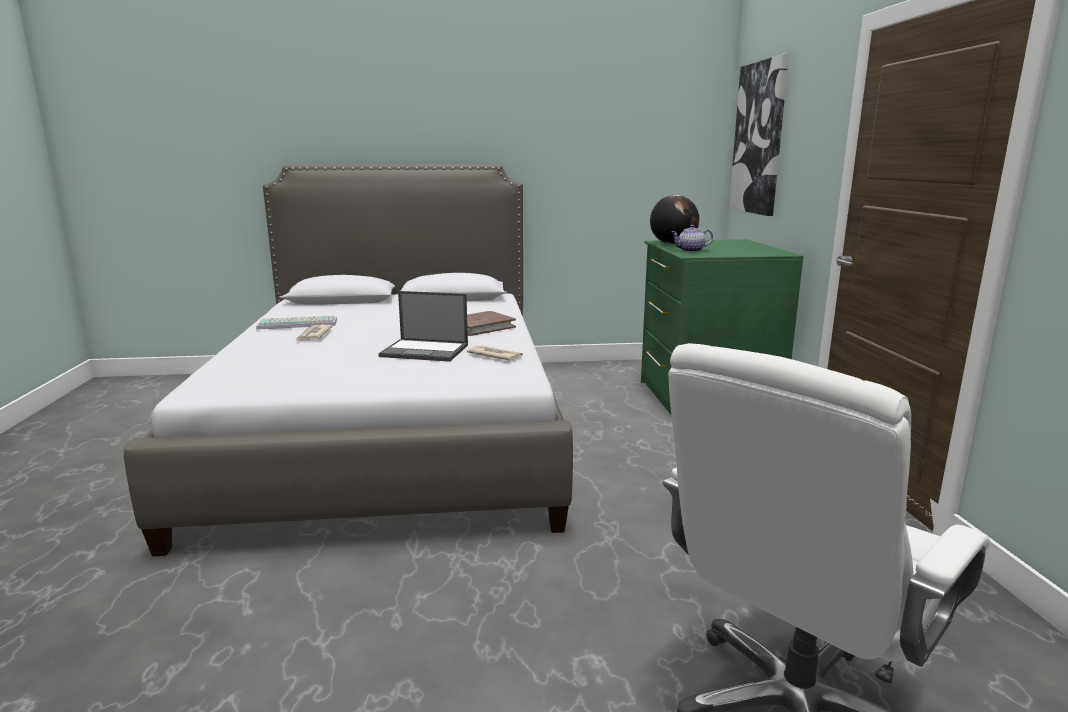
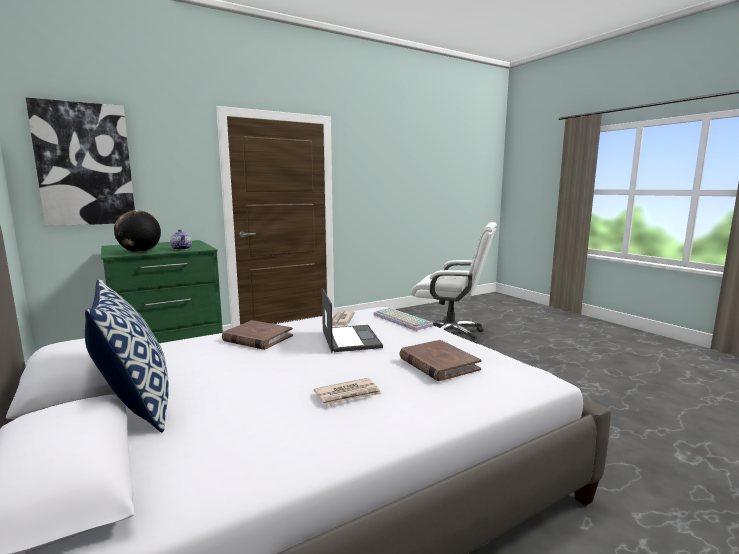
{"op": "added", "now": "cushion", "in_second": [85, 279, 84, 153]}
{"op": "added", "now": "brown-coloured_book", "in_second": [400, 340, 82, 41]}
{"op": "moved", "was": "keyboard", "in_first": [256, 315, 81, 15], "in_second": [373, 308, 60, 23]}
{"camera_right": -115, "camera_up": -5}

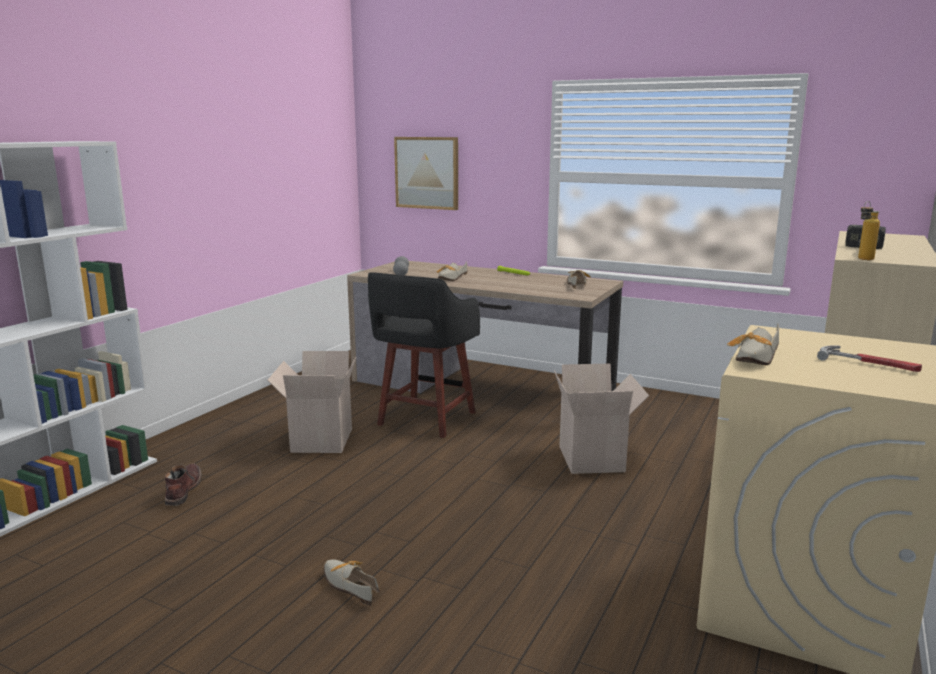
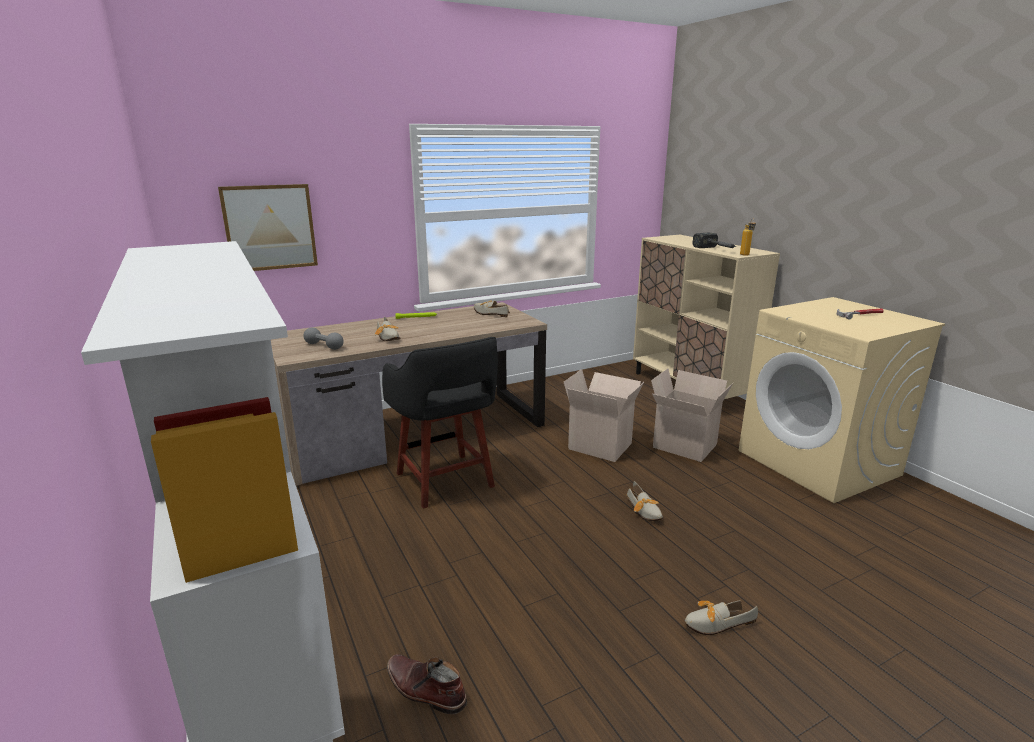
{"op": "moved", "was": "carton", "in_first": [267, 351, 89, 102], "in_second": [651, 369, 82, 93]}
{"op": "moved", "was": "item_of_footwear", "in_first": [727, 323, 52, 42], "in_second": [626, 481, 37, 40]}
{"camera_right": -55, "camera_up": 5}

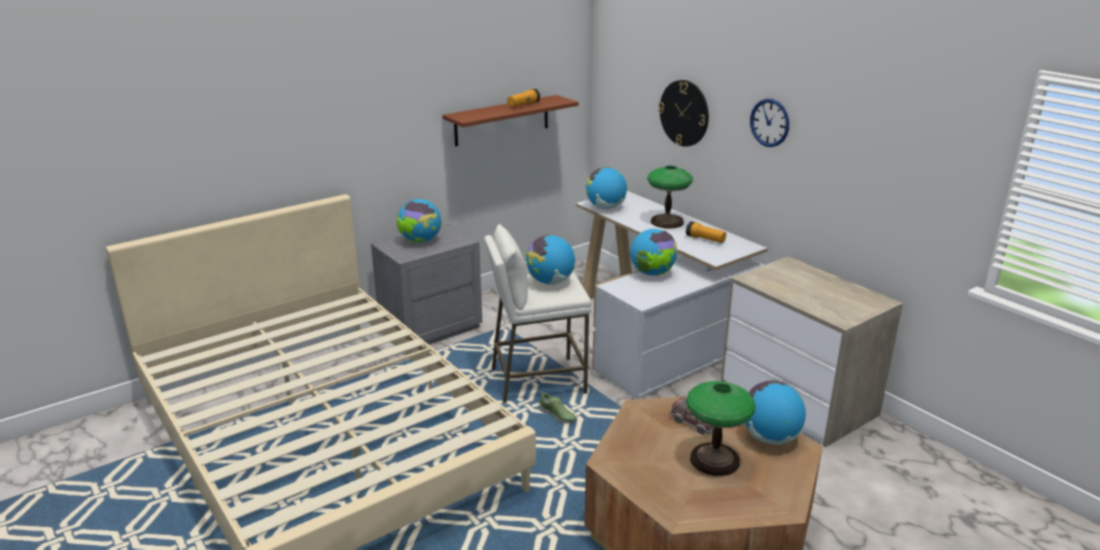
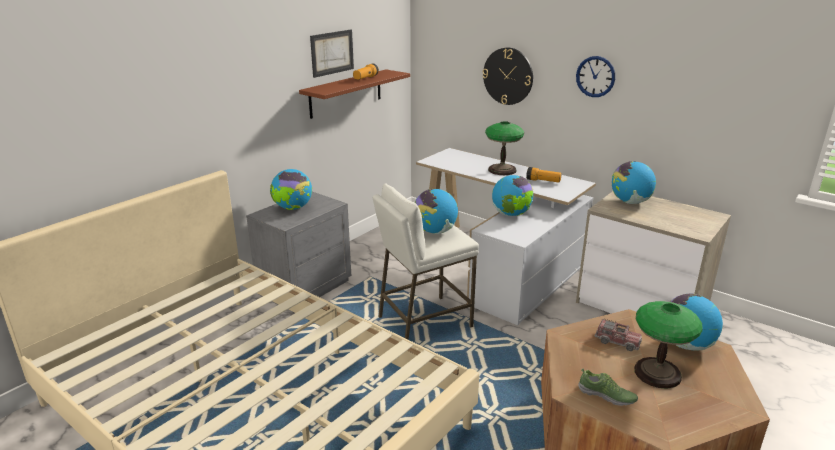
{"op": "added", "now": "wall_art", "in_second": [310, 29, 44, 49]}
{"op": "moved", "was": "item_of_footwear", "in_first": [539, 391, 38, 32], "in_second": [578, 369, 60, 37]}
{"op": "moved", "was": "desk_globe", "in_first": [585, 167, 42, 42], "in_second": [612, 161, 44, 43]}
{"camera_right": -15, "camera_up": 0}

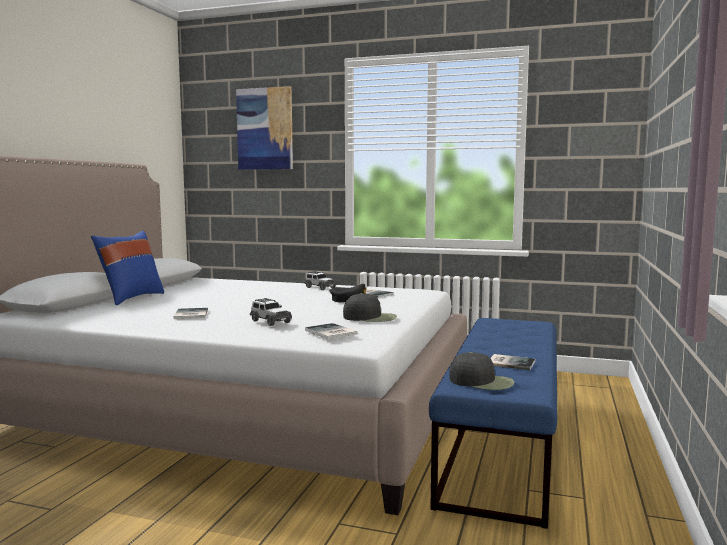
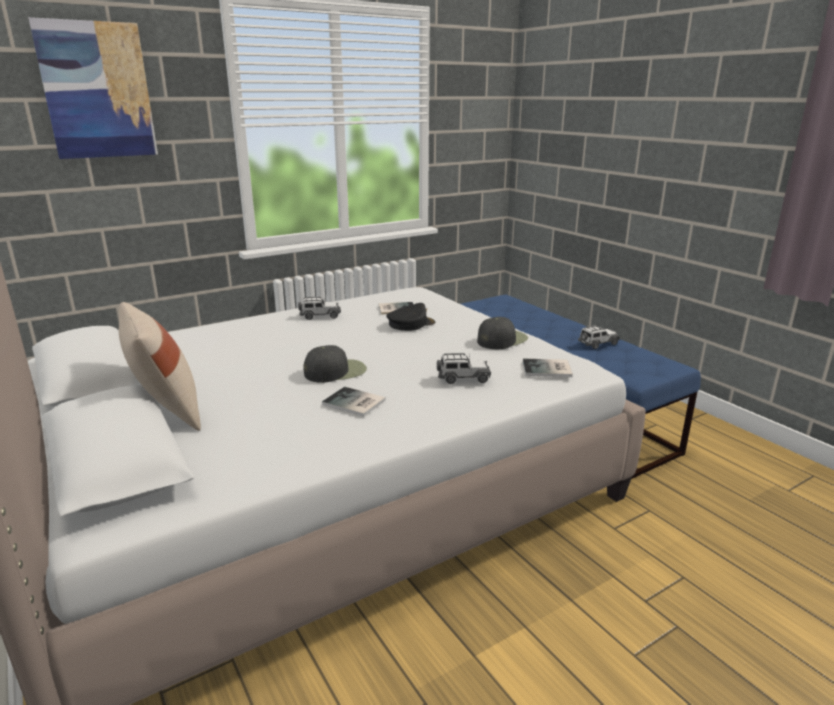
{"op": "moved", "was": "black_cap", "in_first": [449, 352, 66, 38], "in_second": [303, 345, 64, 38]}
{"op": "replaced", "was": "book", "now": "toy_car", "in_first": [491, 354, 44, 16], "in_second": [578, 325, 42, 24]}
{"op": "recoloured", "was": "blue_cushion", "now": "beige_cushion", "in_first": [91, 231, 73, 74], "in_second": [118, 302, 83, 129]}
{"camera_right": -50, "camera_up": 15}

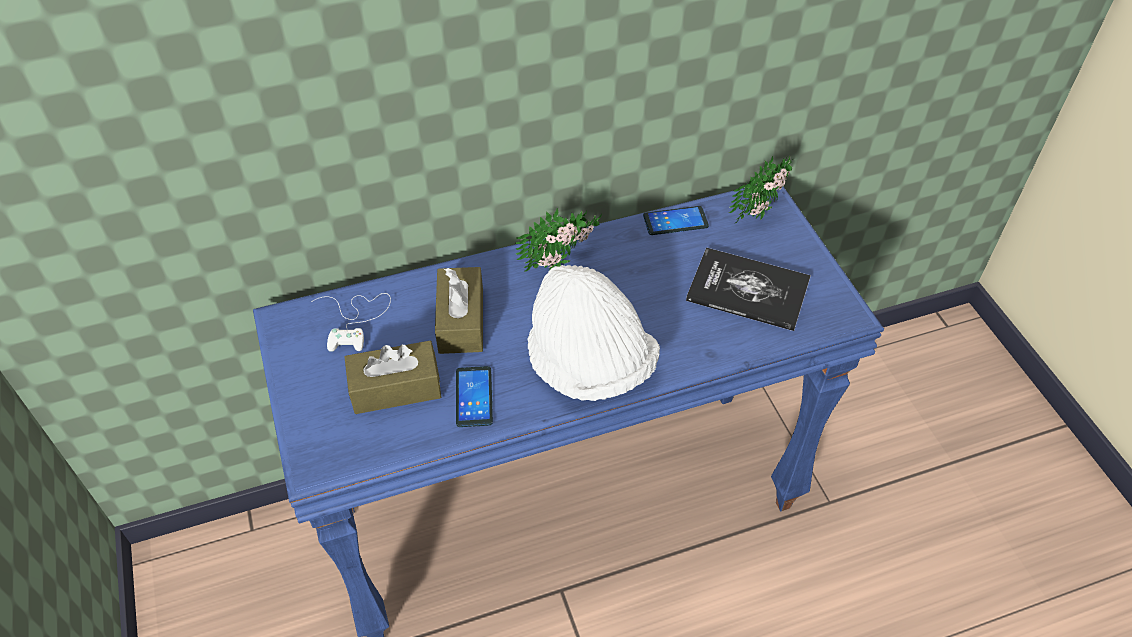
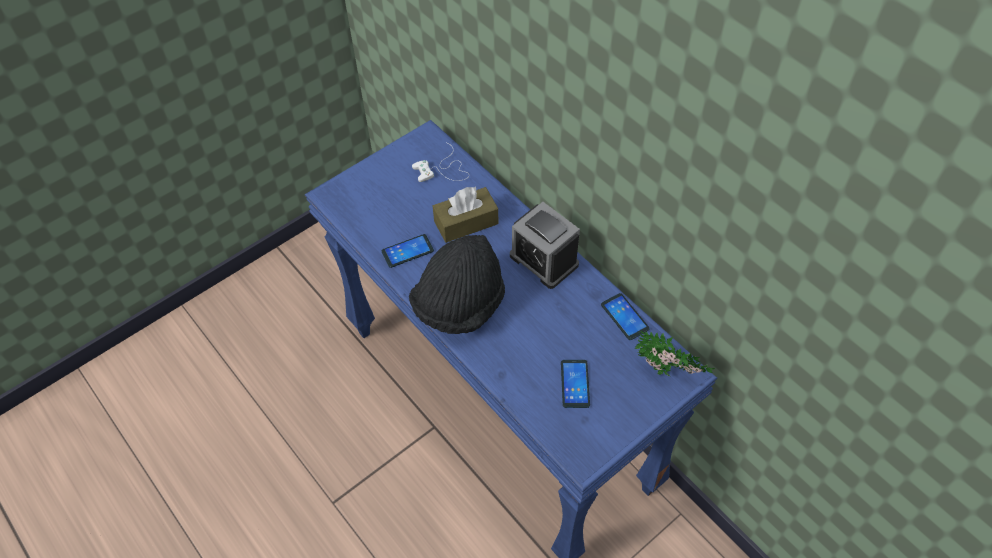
{"op": "removed", "was": "brown-coloured_box_of_tissues", "in_first": [344, 341, 97, 73]}
{"op": "replaced", "was": "potted_plant", "now": "alarm_clock", "in_first": [516, 208, 86, 64], "in_second": [510, 202, 70, 87]}
{"op": "replaced", "was": "book", "now": "phone", "in_first": [686, 247, 125, 84], "in_second": [561, 360, 29, 48]}
{"op": "recoloured", "was": "white-coloured_wearable_hat", "now": "black_wearable_hat", "in_first": [527, 265, 133, 136], "in_second": [409, 235, 96, 99]}
{"camera_right": 70, "camera_up": 5}

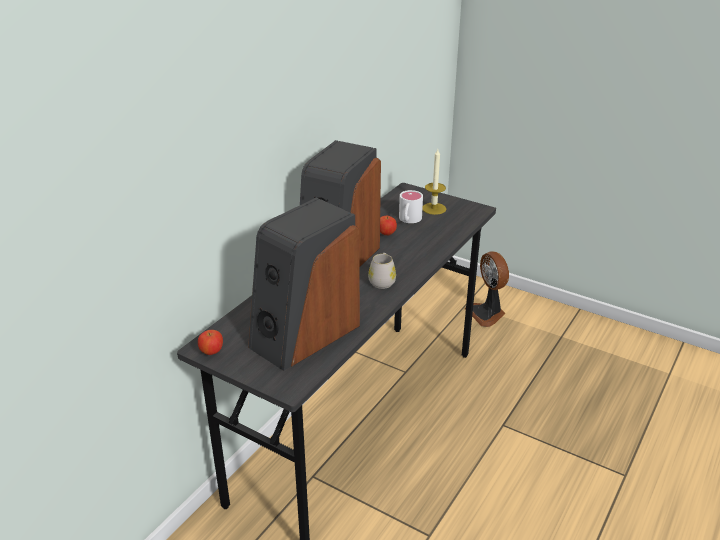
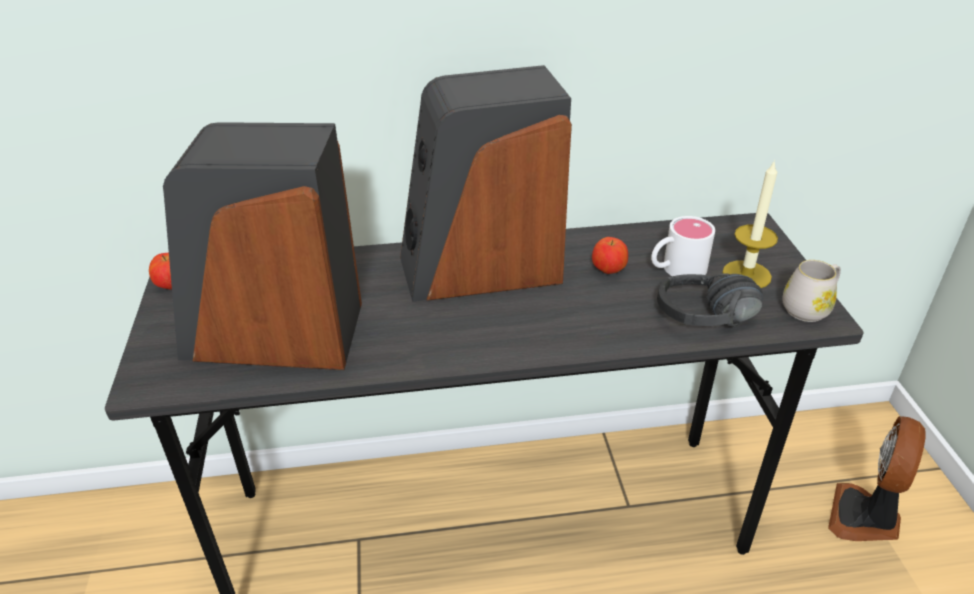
{"op": "added", "now": "black_headset", "in_second": [657, 273, 106, 54]}
{"op": "moved", "was": "white-coloured_tea_mug", "in_first": [368, 253, 28, 36], "in_second": [782, 260, 59, 62]}
{"camera_right": 50, "camera_up": 5}

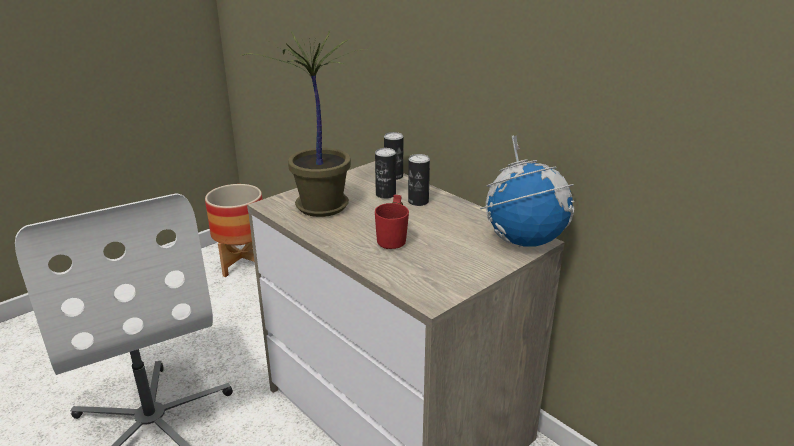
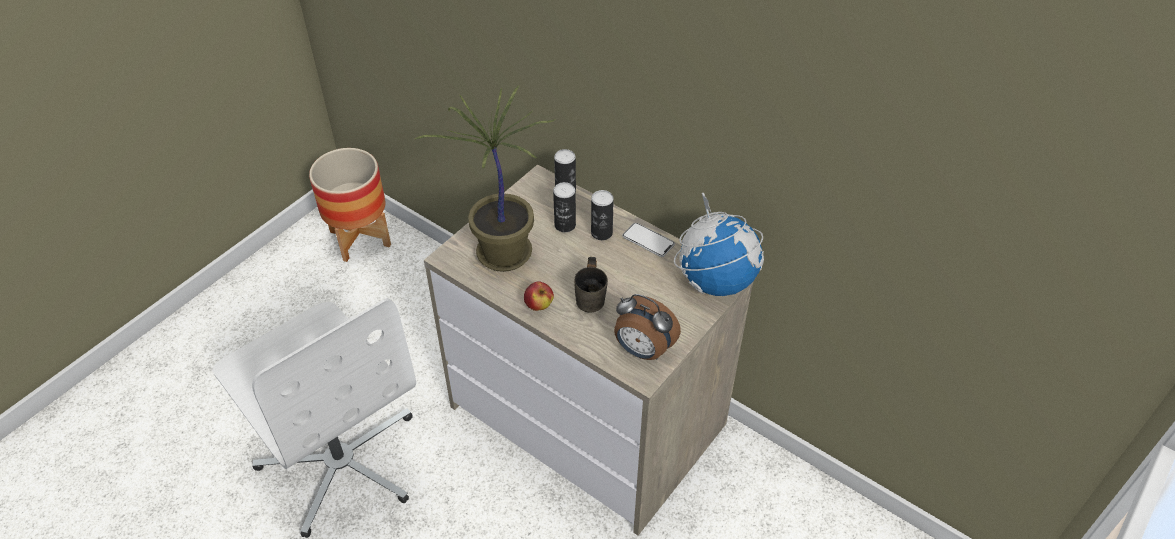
{"op": "added", "now": "whole_apple", "in_second": [524, 281, 30, 30]}
{"op": "added", "now": "alarm_clock", "in_second": [614, 294, 67, 66]}
{"op": "added", "now": "phone", "in_second": [622, 223, 53, 34]}
{"op": "recoloured", "was": "reddish_tea_mug", "now": "gray_tea_mug", "in_first": [375, 195, 34, 54], "in_second": [574, 257, 34, 56]}
{"camera_right": -10, "camera_up": 20}

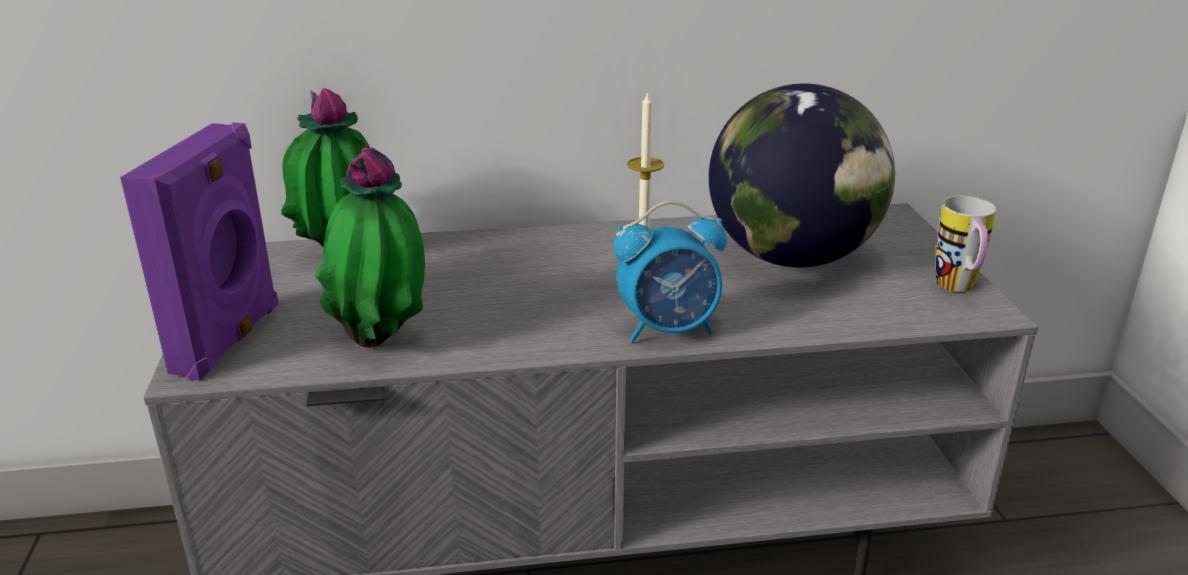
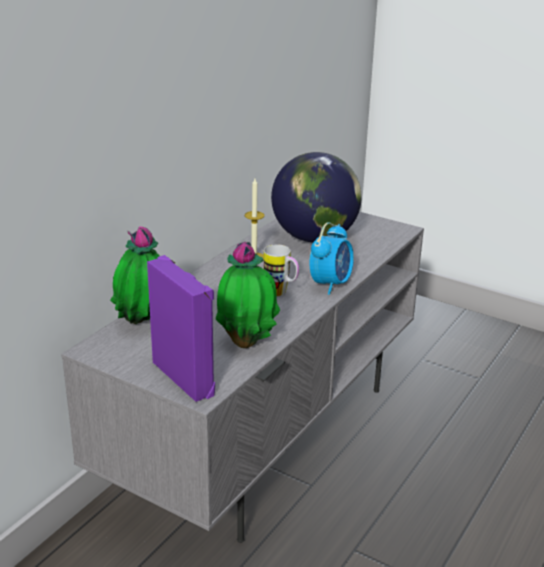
{"op": "moved", "was": "tea_mug", "in_first": [936, 196, 60, 96], "in_second": [264, 244, 35, 52]}
{"camera_right": -50, "camera_up": 0}

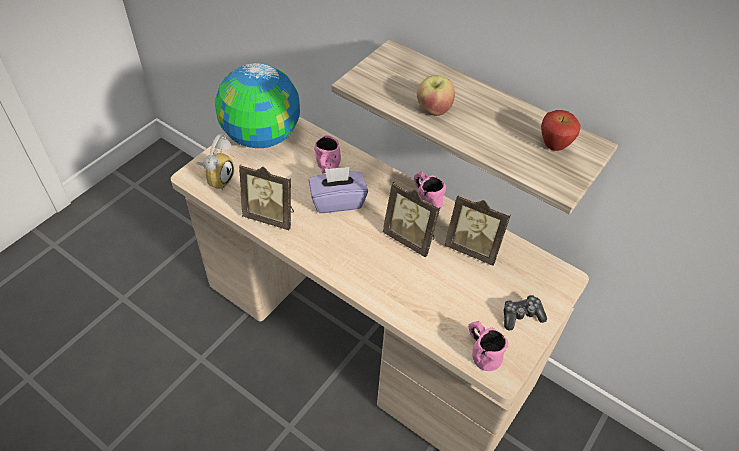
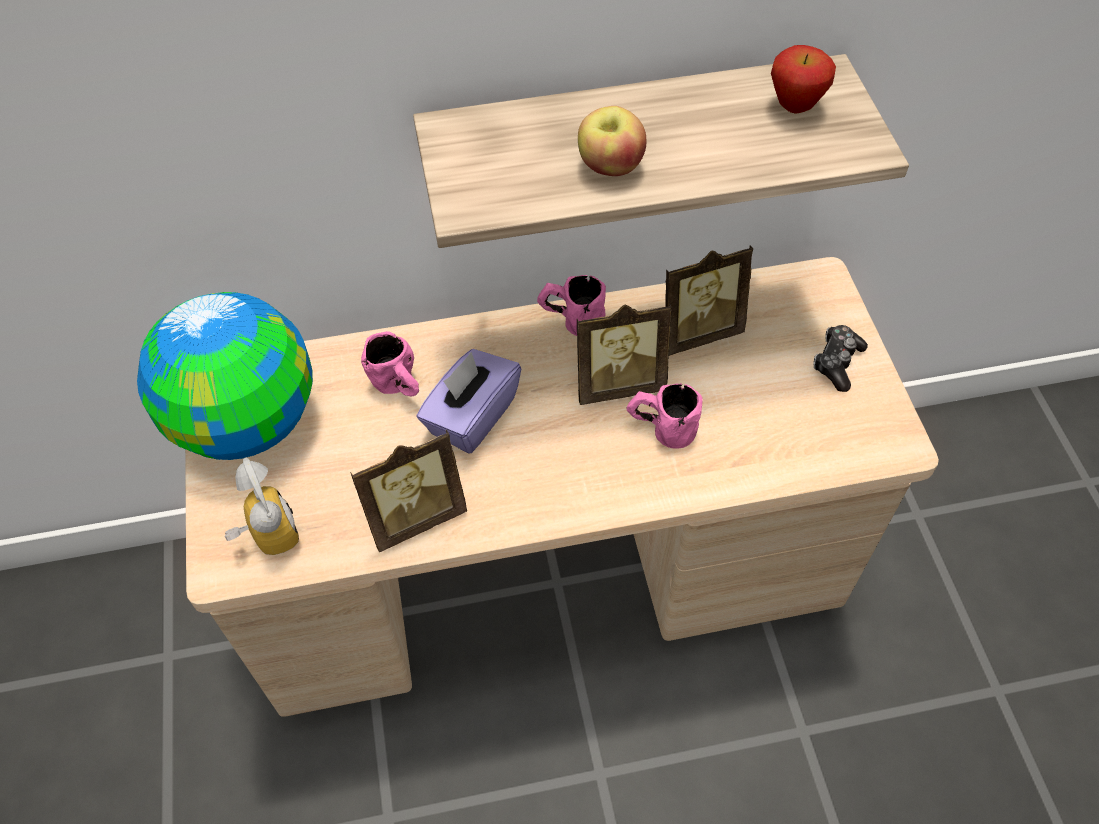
{"op": "moved", "was": "pink-coloured_tea_mug", "in_first": [468, 321, 40, 50], "in_second": [627, 383, 76, 66]}
{"camera_right": -45, "camera_up": 5}

